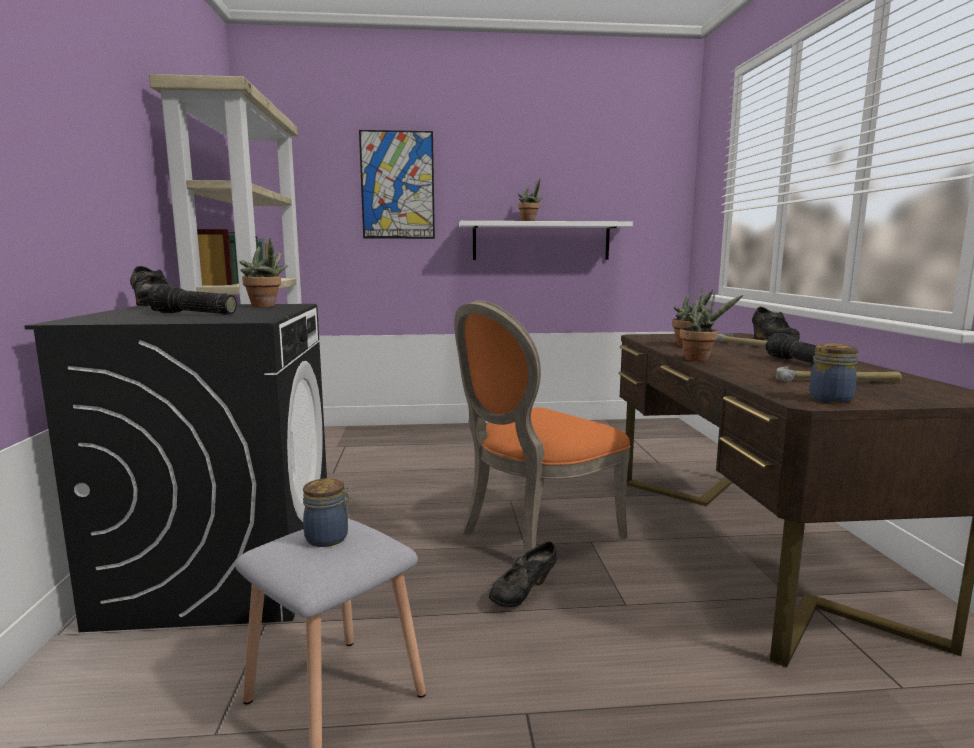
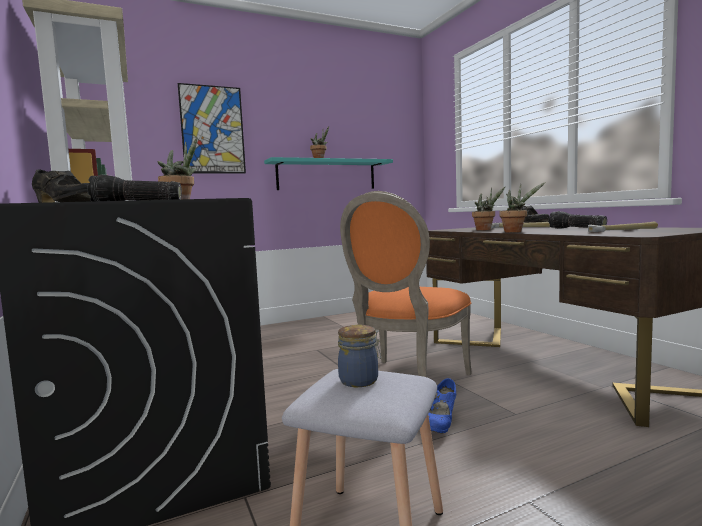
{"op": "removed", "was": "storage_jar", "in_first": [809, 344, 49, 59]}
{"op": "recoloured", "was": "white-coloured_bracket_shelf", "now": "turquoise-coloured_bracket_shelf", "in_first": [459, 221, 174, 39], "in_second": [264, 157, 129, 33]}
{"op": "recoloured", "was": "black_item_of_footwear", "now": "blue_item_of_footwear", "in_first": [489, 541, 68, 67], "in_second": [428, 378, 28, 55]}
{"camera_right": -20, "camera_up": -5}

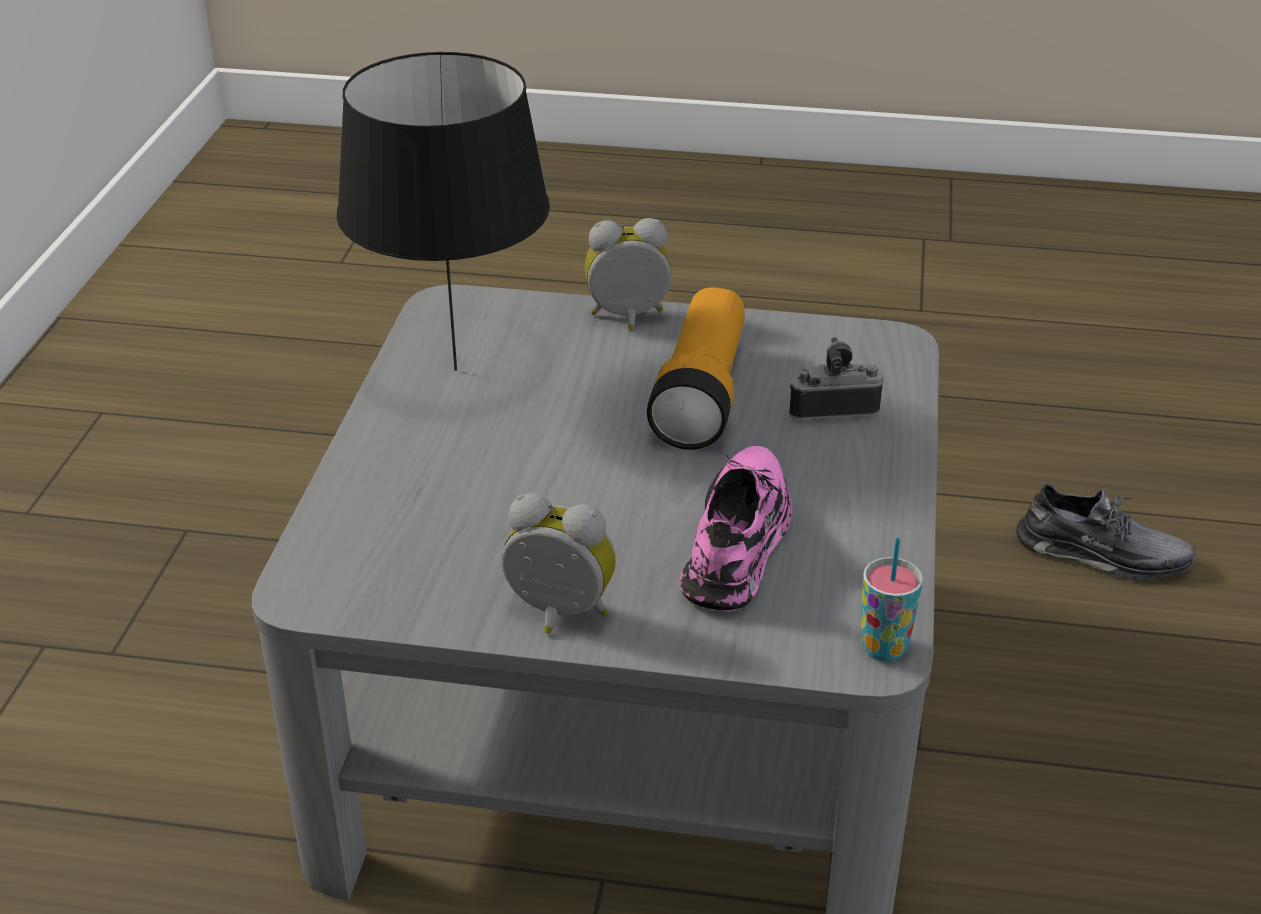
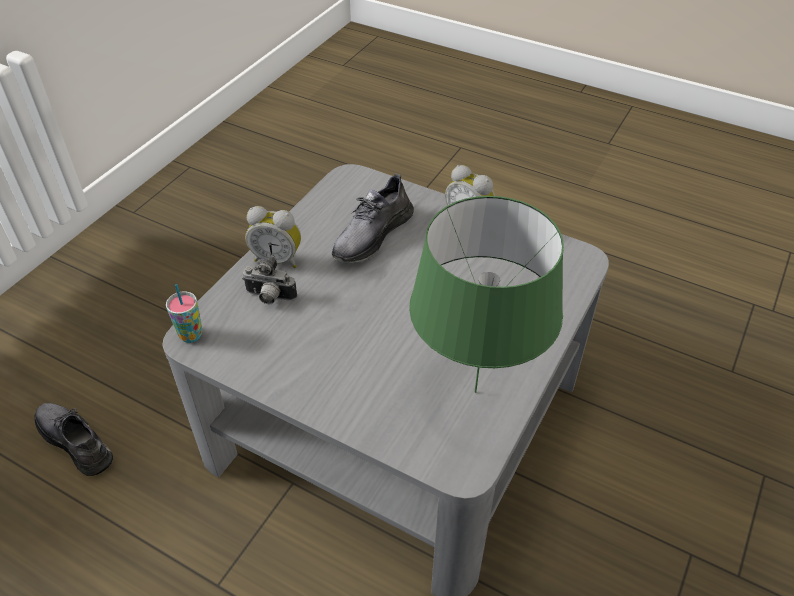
{"op": "removed", "was": "hand_torch", "in_first": [647, 287, 98, 163]}
{"op": "moved", "was": "alarm_clock", "in_first": [584, 218, 88, 113], "in_second": [245, 206, 56, 62]}
{"op": "moved", "was": "cup", "in_first": [861, 537, 62, 124], "in_second": [166, 284, 37, 59]}
{"op": "recoloured", "was": "black_table_lamp", "now": "green-coloured_table_lamp", "in_first": [337, 52, 213, 319], "in_second": [409, 196, 155, 197]}
{"op": "recoloured", "was": "pink-coloured_item_of_footwear", "now": "gray_item_of_footwear", "in_first": [680, 446, 112, 165], "in_second": [332, 173, 82, 90]}
{"camera_right": -160, "camera_up": 10}

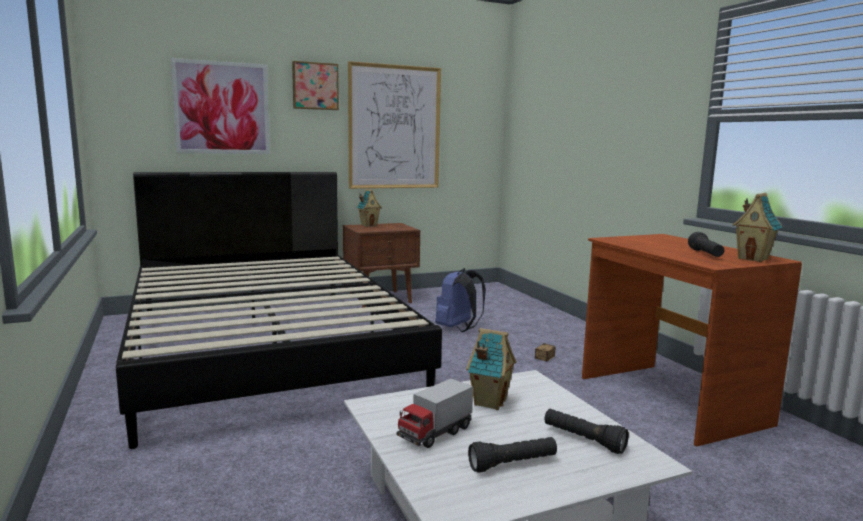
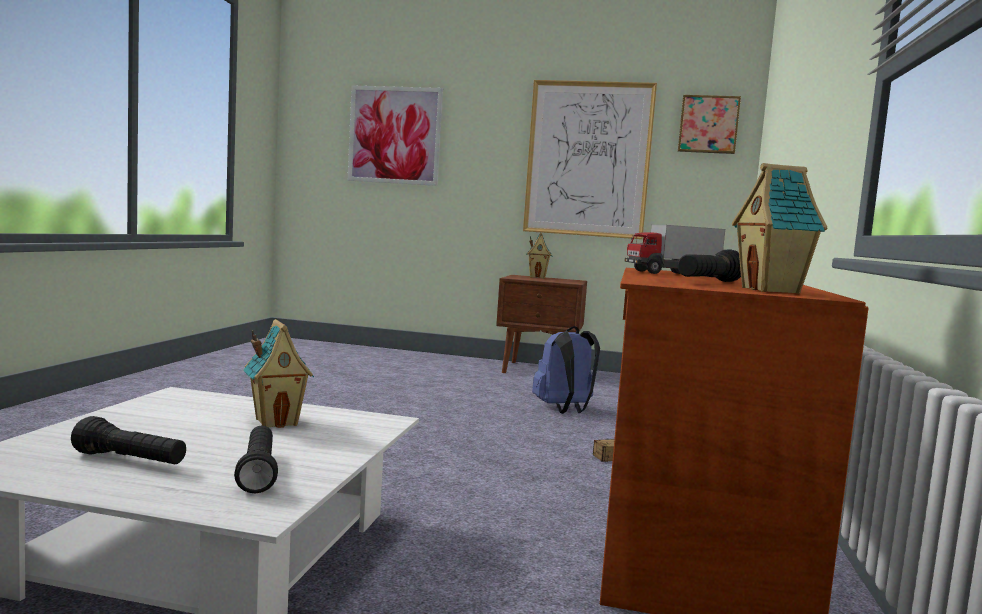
{"op": "removed", "was": "black_bed", "in_first": [116, 172, 326, 277]}
{"op": "moved", "was": "wall_art", "in_first": [292, 61, 47, 49], "in_second": [678, 95, 63, 59]}
{"op": "moved", "was": "toy_lorry", "in_first": [397, 378, 76, 70], "in_second": [624, 224, 101, 53]}
{"camera_right": 35, "camera_up": -5}

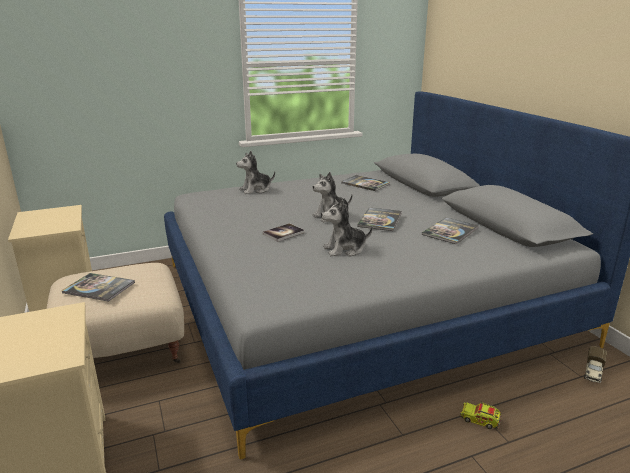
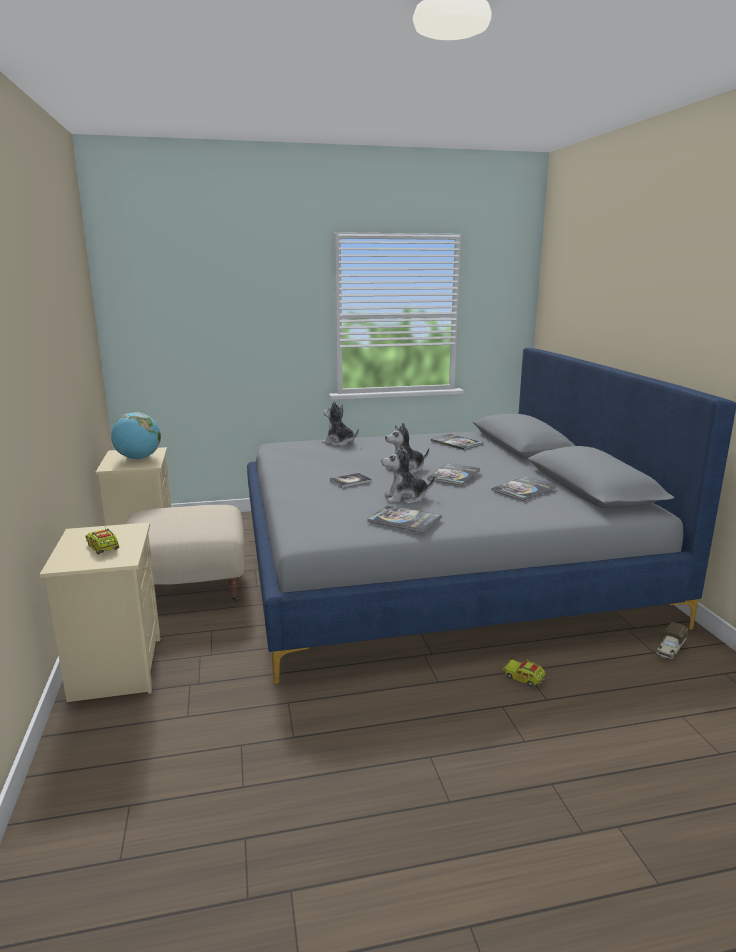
{"op": "added", "now": "toy_lorry", "in_second": [86, 528, 33, 26]}
{"op": "added", "now": "desk_globe", "in_second": [111, 412, 50, 47]}
{"op": "moved", "was": "book", "in_first": [62, 273, 73, 29], "in_second": [367, 505, 75, 28]}
{"op": "turned", "was": "plush_toy", "in_first": [236, 151, 39, 43], "in_second": [322, 401, 37, 45], "clockwise": 45}
{"camera_right": 10, "camera_up": -5}

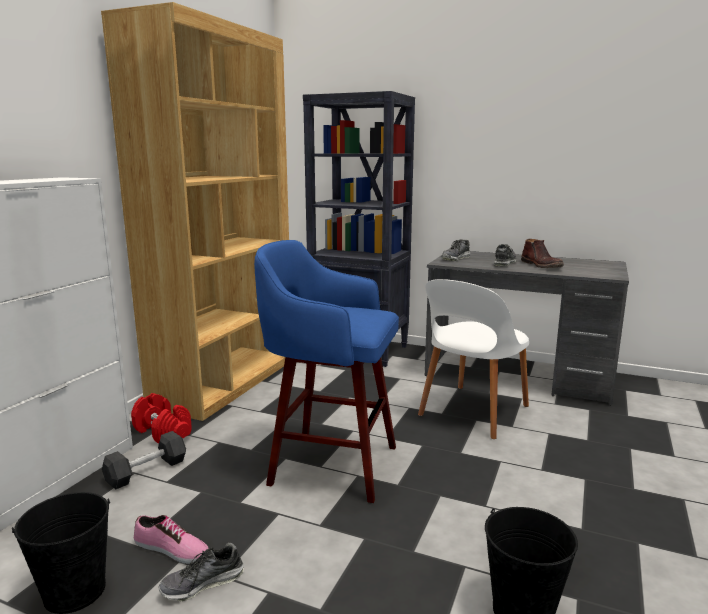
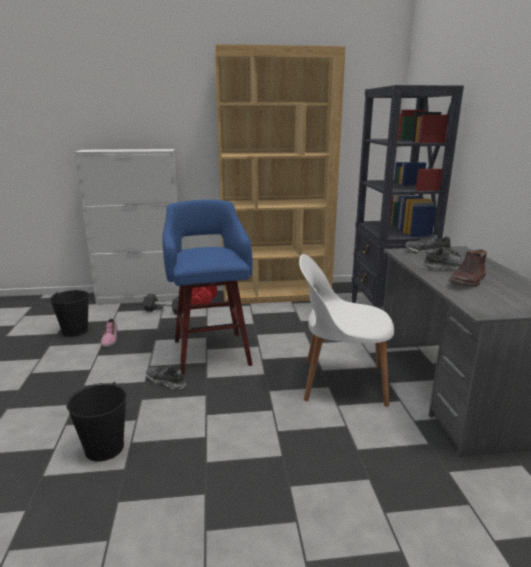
{"op": "moved", "was": "item_of_footwear", "in_first": [158, 543, 86, 59], "in_second": [146, 365, 40, 24]}
{"camera_right": 60, "camera_up": 5}

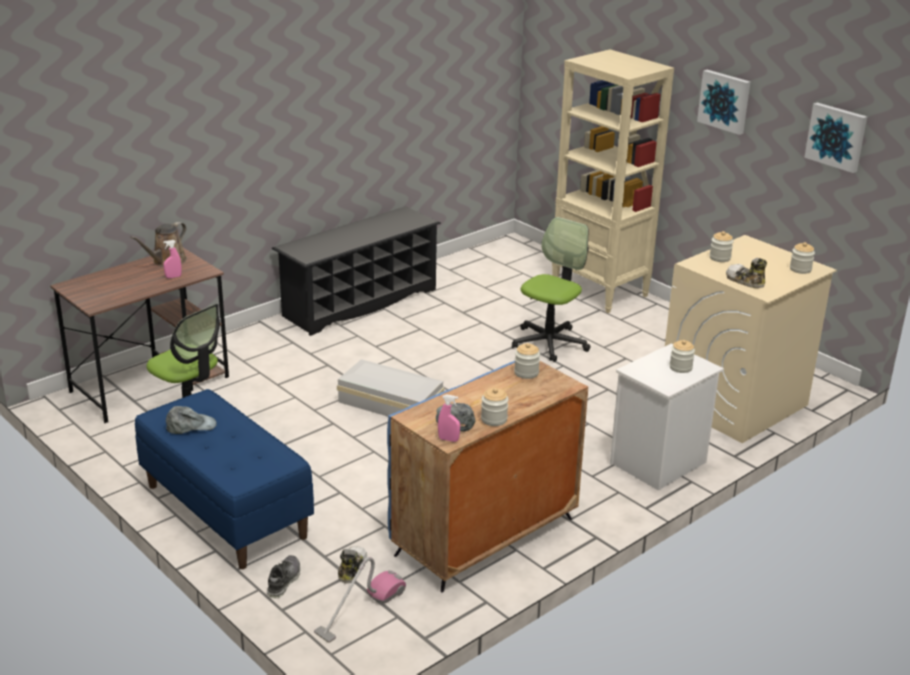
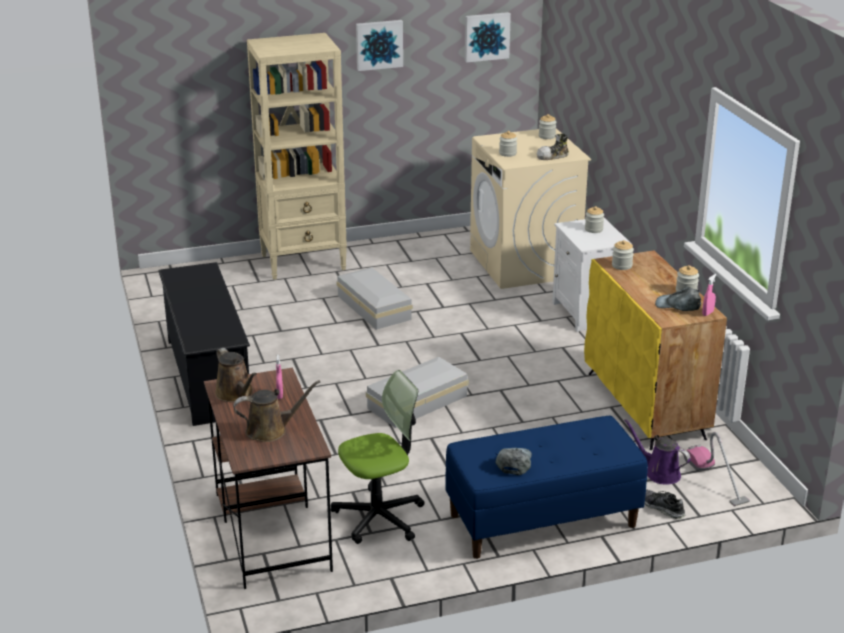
{"op": "added", "now": "brown-coloured_sprinkling_can", "in_second": [233, 380, 87, 62]}
{"op": "replaced", "was": "item_of_footwear", "now": "purple_sprinkling_can", "in_first": [338, 546, 29, 37], "in_second": [624, 419, 67, 66]}
{"op": "replaced", "was": "computer_chair", "now": "white-coloured_storage_container", "in_first": [512, 217, 79, 145], "in_second": [336, 267, 77, 63]}
{"op": "recoloured", "was": "blue_storage_cabinet", "now": "yellowish_storage_cabinet", "in_first": [387, 361, 201, 231], "in_second": [584, 251, 143, 199]}
{"camera_right": -65, "camera_up": 0}

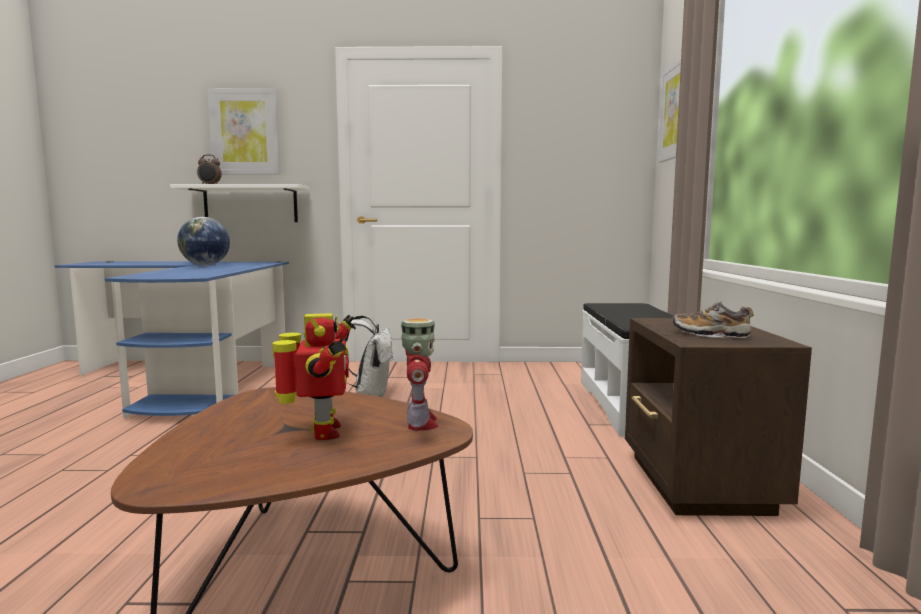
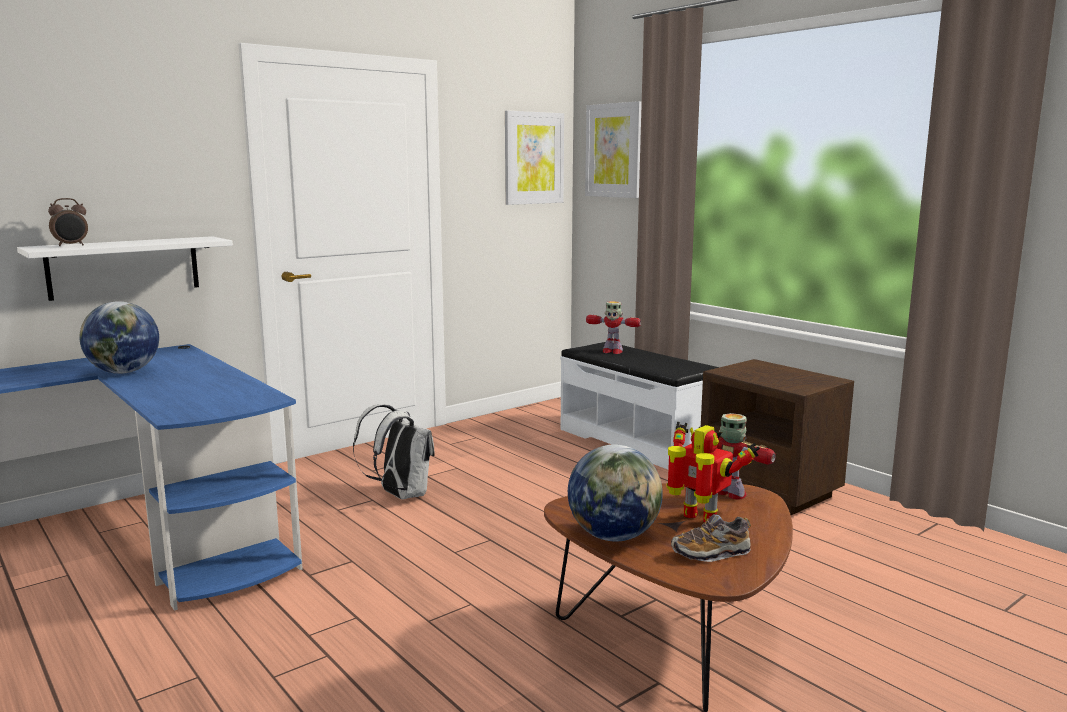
{"op": "added", "now": "desk_globe", "in_second": [568, 444, 95, 98]}
{"op": "added", "now": "toy_robot", "in_second": [586, 301, 55, 53]}
{"op": "moved", "was": "wall_art", "in_first": [207, 88, 73, 86], "in_second": [505, 111, 59, 94]}
{"op": "moved", "was": "item_of_footwear", "in_first": [672, 301, 82, 37], "in_second": [671, 514, 80, 48]}
{"camera_right": -40, "camera_up": 5}

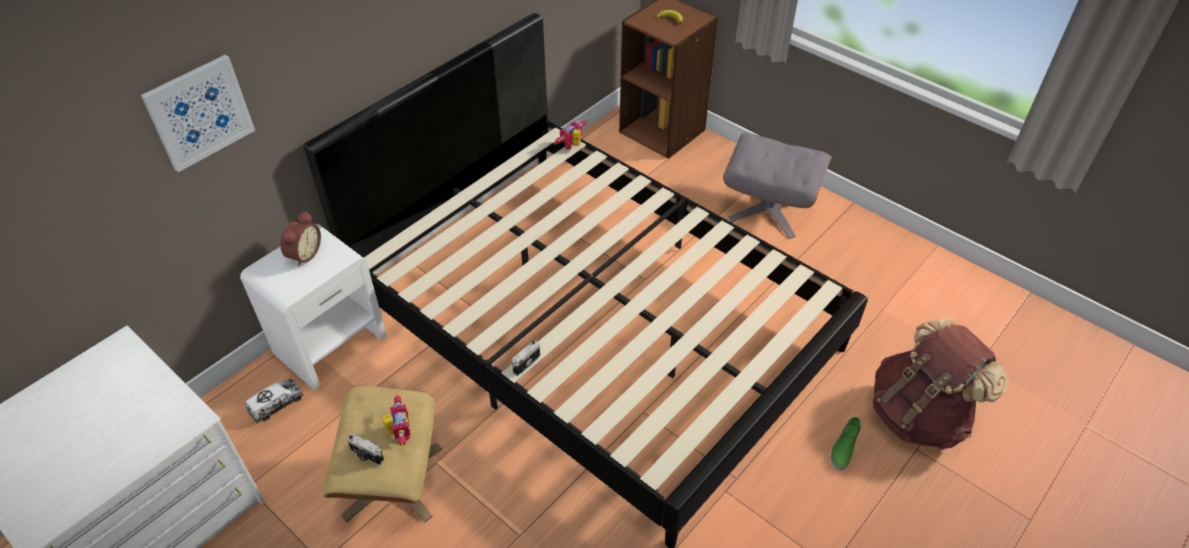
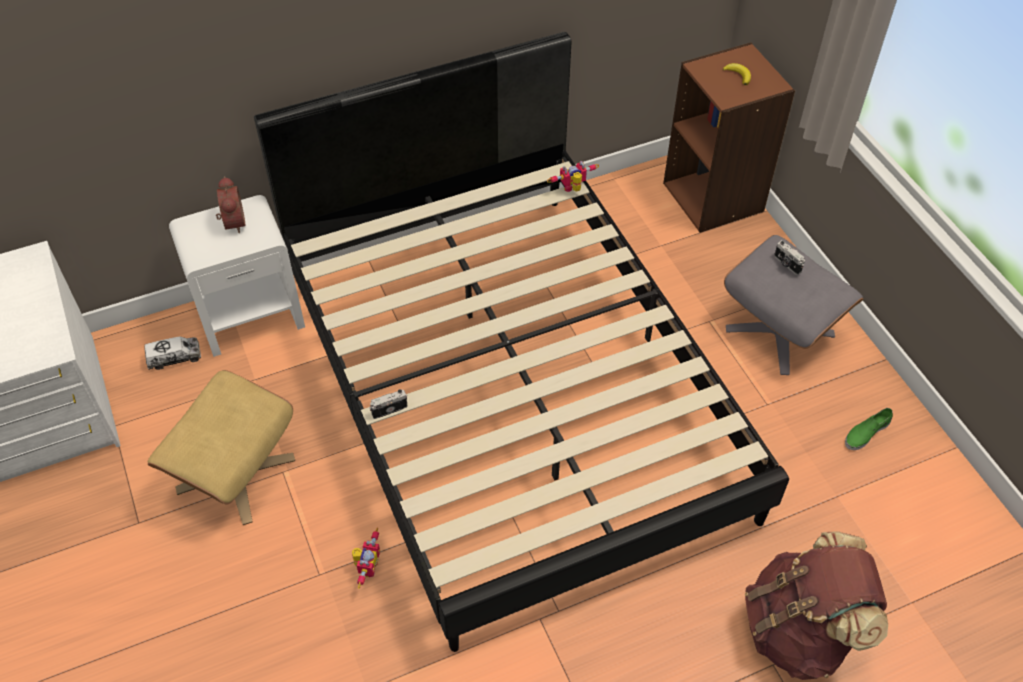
{"op": "removed", "was": "wall_art", "in_first": [141, 55, 114, 117]}
{"op": "moved", "was": "still_camera", "in_first": [347, 433, 37, 32], "in_second": [774, 240, 31, 35]}
{"op": "moved", "was": "toy_robot", "in_first": [382, 393, 28, 56], "in_second": [352, 527, 28, 62]}
{"op": "moved", "was": "green-coloured_item_of_footwear", "in_first": [830, 417, 31, 54], "in_second": [845, 408, 48, 42]}
{"op": "turned", "was": "alarm_clock", "in_first": [281, 211, 40, 55], "in_second": [216, 176, 29, 57], "clockwise": -60}
{"camera_right": 25, "camera_up": 5}

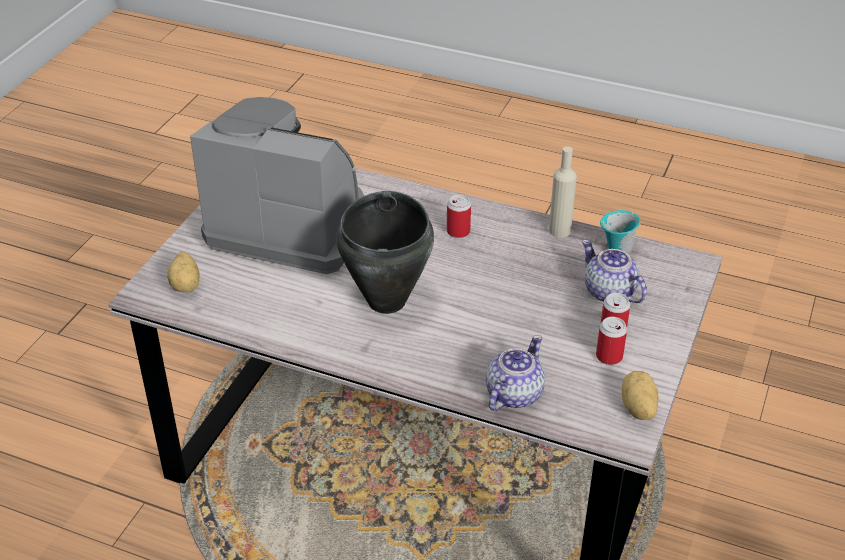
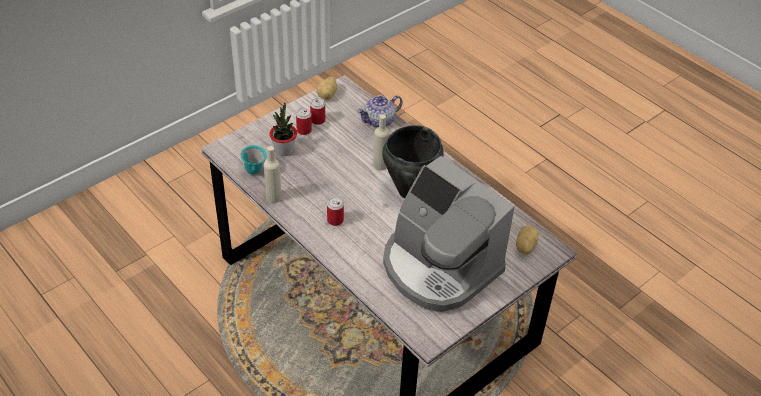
{"op": "added", "now": "beige_beverage_bottle", "in_second": [373, 114, 17, 56]}
{"op": "replaced", "was": "teapot", "now": "potted_plant", "in_first": [582, 240, 65, 63], "in_second": [269, 102, 28, 54]}
{"camera_right": -155, "camera_up": 5}

